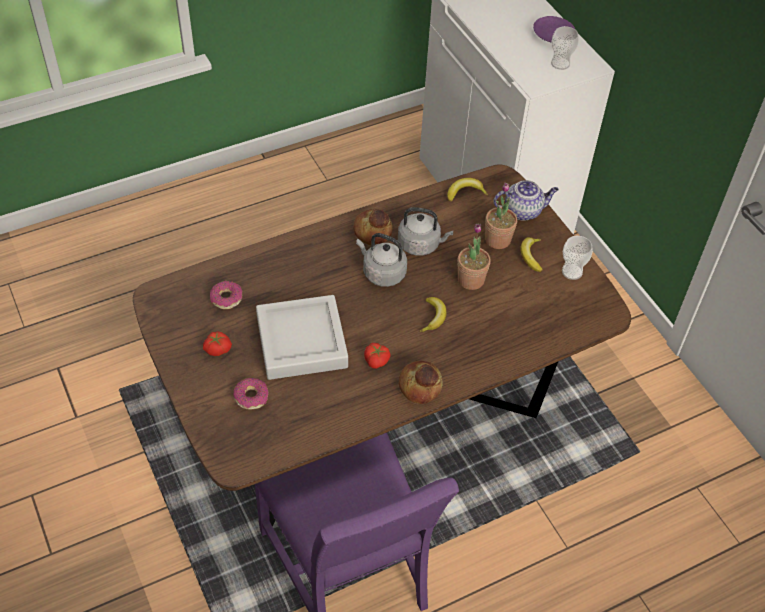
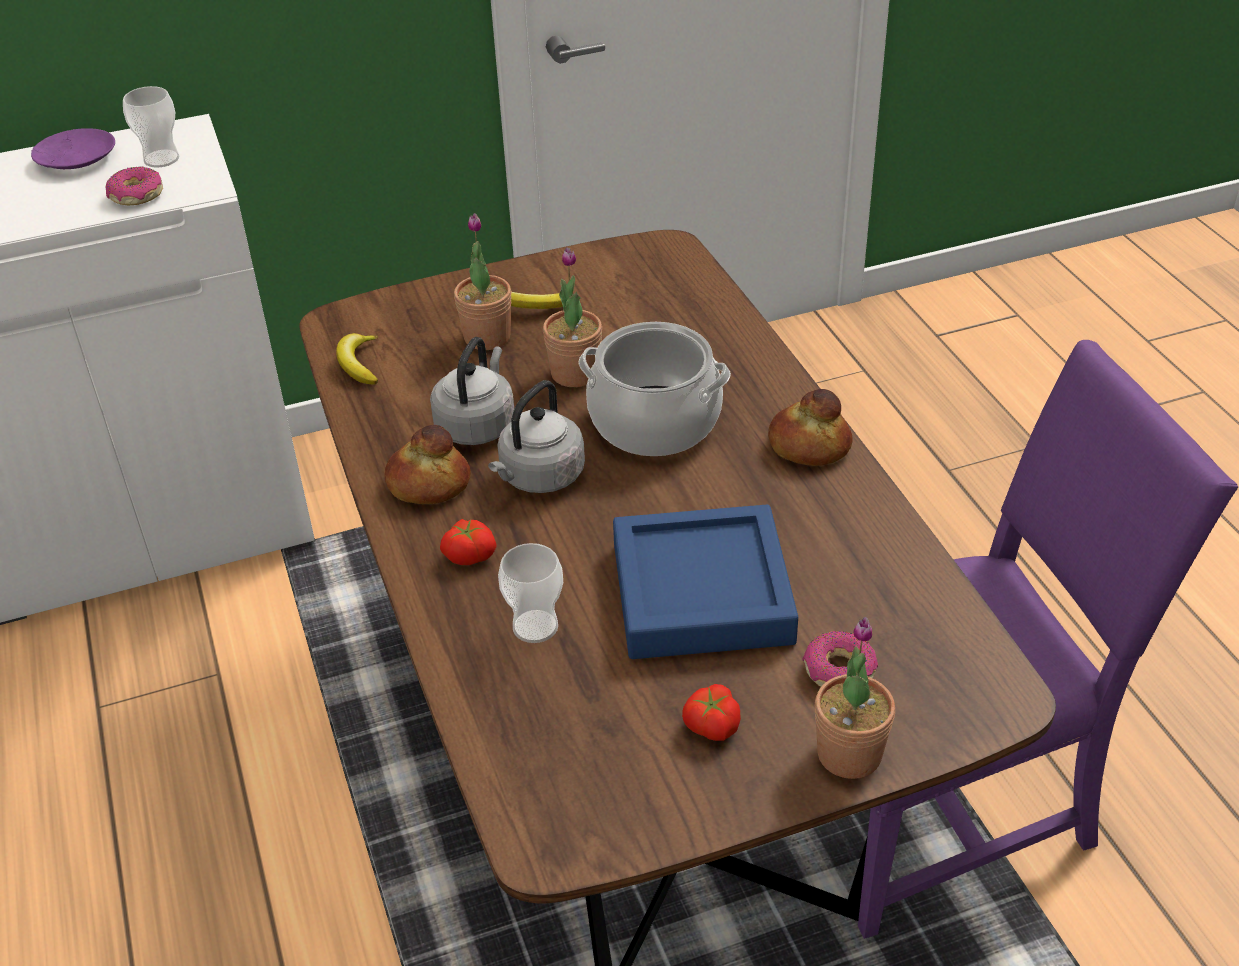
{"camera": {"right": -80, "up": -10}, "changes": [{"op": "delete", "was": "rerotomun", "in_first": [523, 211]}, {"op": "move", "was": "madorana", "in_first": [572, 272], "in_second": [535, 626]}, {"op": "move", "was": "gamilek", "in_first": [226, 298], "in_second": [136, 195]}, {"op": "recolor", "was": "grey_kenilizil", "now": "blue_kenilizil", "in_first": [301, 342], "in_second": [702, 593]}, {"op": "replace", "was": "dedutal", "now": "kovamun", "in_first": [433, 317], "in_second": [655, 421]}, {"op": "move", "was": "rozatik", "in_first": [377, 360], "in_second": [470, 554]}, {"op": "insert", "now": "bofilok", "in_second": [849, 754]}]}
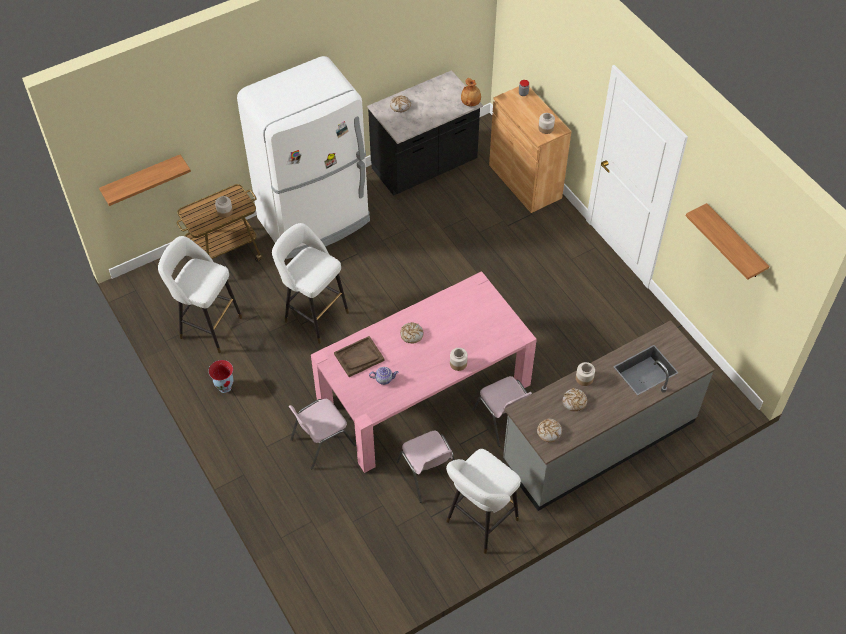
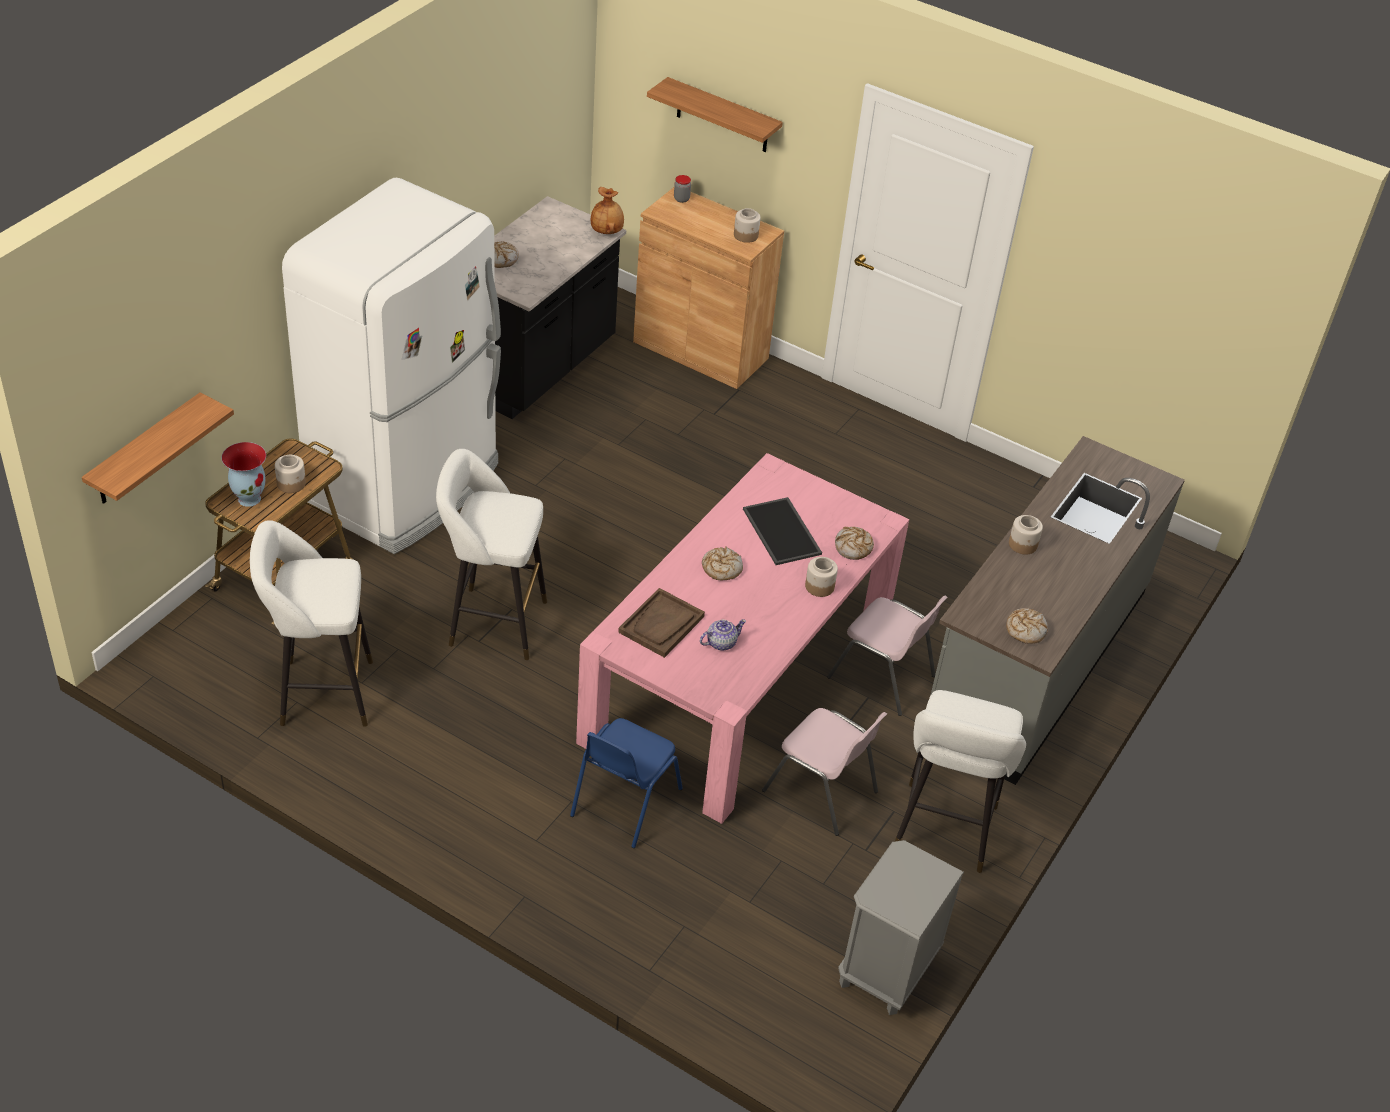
{"camera": {"right": -30, "up": -10}, "changes": [{"op": "move", "was": "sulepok", "in_first": [734, 242], "in_second": [722, 116]}, {"op": "move", "was": "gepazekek", "in_first": [225, 387], "in_second": [249, 498]}, {"op": "move", "was": "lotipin", "in_first": [574, 402], "in_second": [853, 547]}, {"op": "recolor", "was": "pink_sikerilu", "now": "blue_sikerilu", "in_first": [321, 442], "in_second": [624, 802]}, {"op": "insert", "now": "kenilizil", "in_second": [783, 532]}, {"op": "insert", "now": "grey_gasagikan", "in_second": [886, 971]}]}
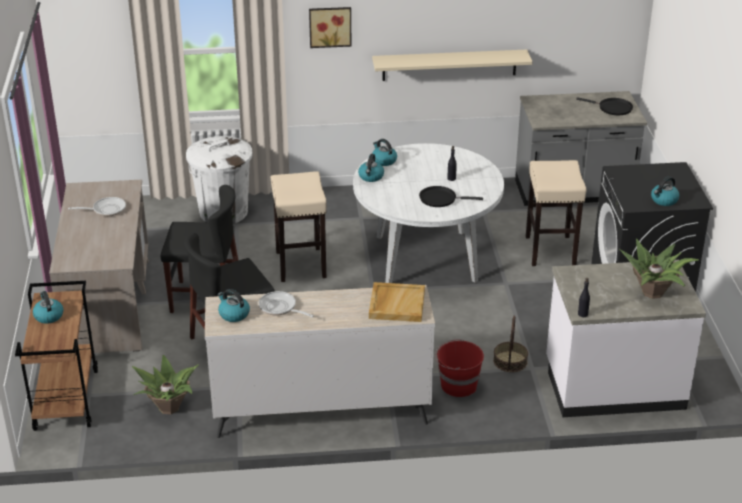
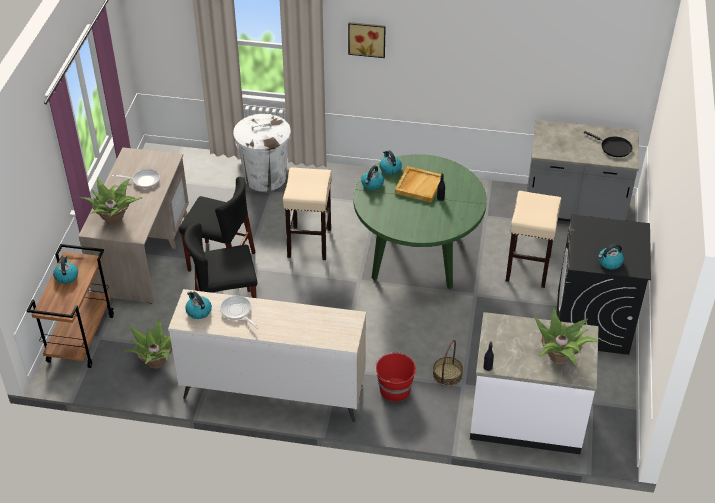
{"camera": {"right": 15, "up": 10}, "changes": [{"op": "delete", "was": "beige_sulepok", "in_first": [449, 65]}, {"op": "recolor", "was": "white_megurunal", "now": "green_megurunal", "in_first": [426, 258], "in_second": [416, 256]}, {"op": "delete", "was": "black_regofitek", "in_first": [440, 199]}, {"op": "move", "was": "beige_kenilizil", "in_first": [396, 304], "in_second": [418, 185]}, {"op": "insert", "now": "bofilok", "in_second": [114, 219]}]}
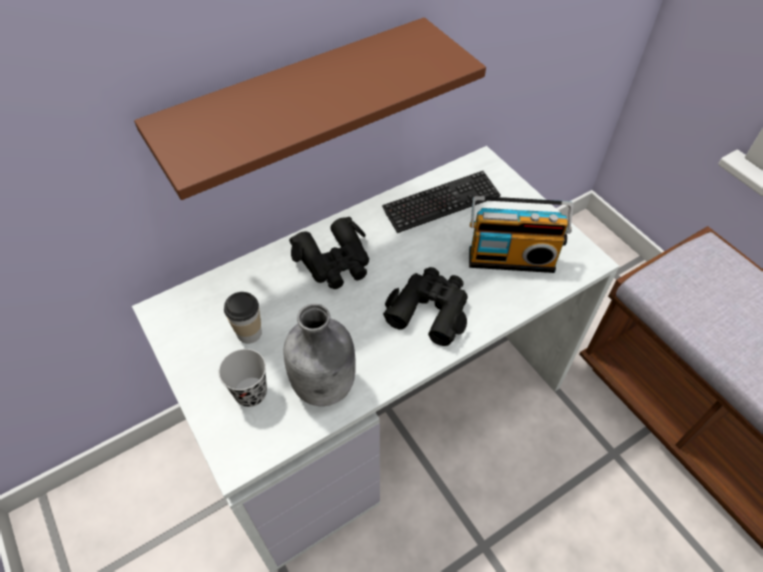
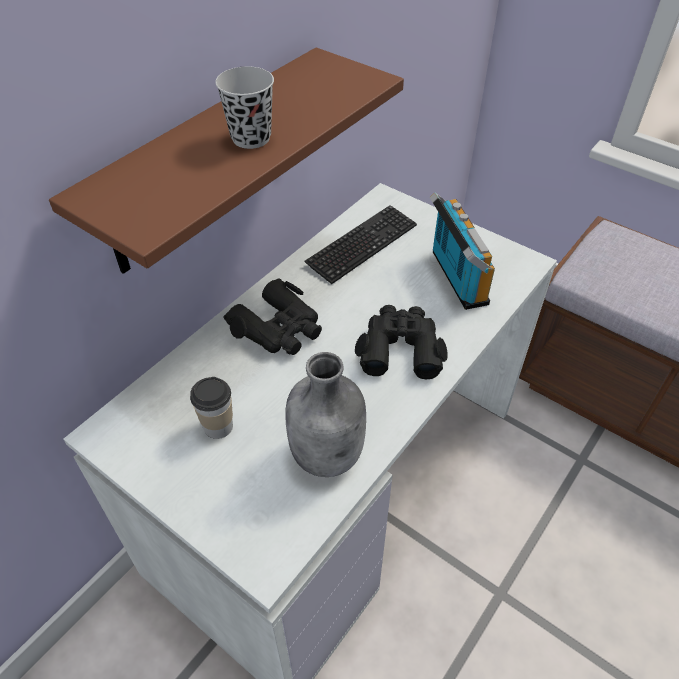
{"camera": {"right": -20, "up": -5}, "changes": [{"op": "rotate", "was": "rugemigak", "in_first": [511, 257], "in_second": [455, 278], "clockwise": -90}, {"op": "move", "was": "black_madorana", "in_first": [251, 393], "in_second": [251, 138]}]}
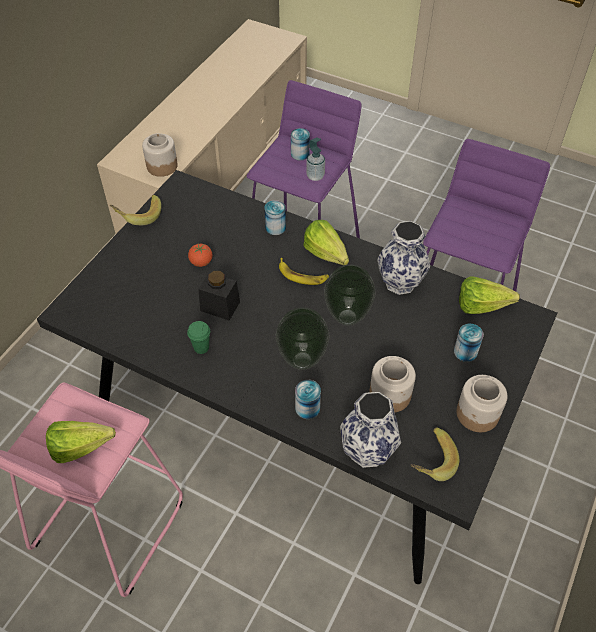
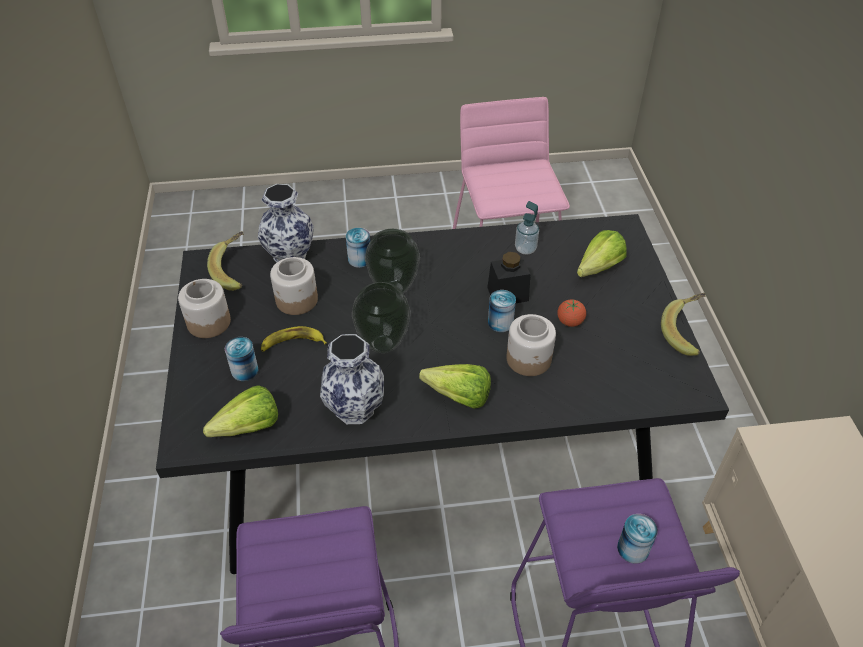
{"camera": {"right": 145, "up": -5}, "changes": [{"op": "move", "was": "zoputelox", "in_first": [162, 166], "in_second": [529, 359]}, {"op": "move", "was": "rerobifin", "in_first": [315, 176], "in_second": [525, 249]}, {"op": "move", "was": "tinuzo", "in_first": [275, 227], "in_second": [500, 322]}, {"op": "move", "was": "dedutal", "in_first": [302, 275], "in_second": [292, 343]}, {"op": "delete", "was": "green_madorana", "in_first": [201, 347]}, {"op": "move", "was": "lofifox", "in_first": [86, 448], "in_second": [594, 270]}]}
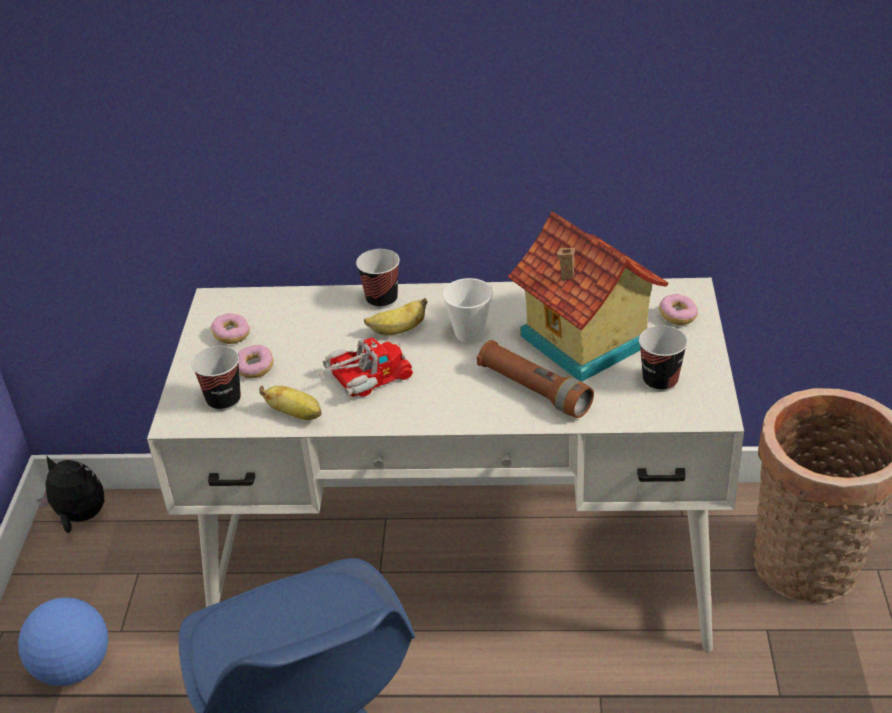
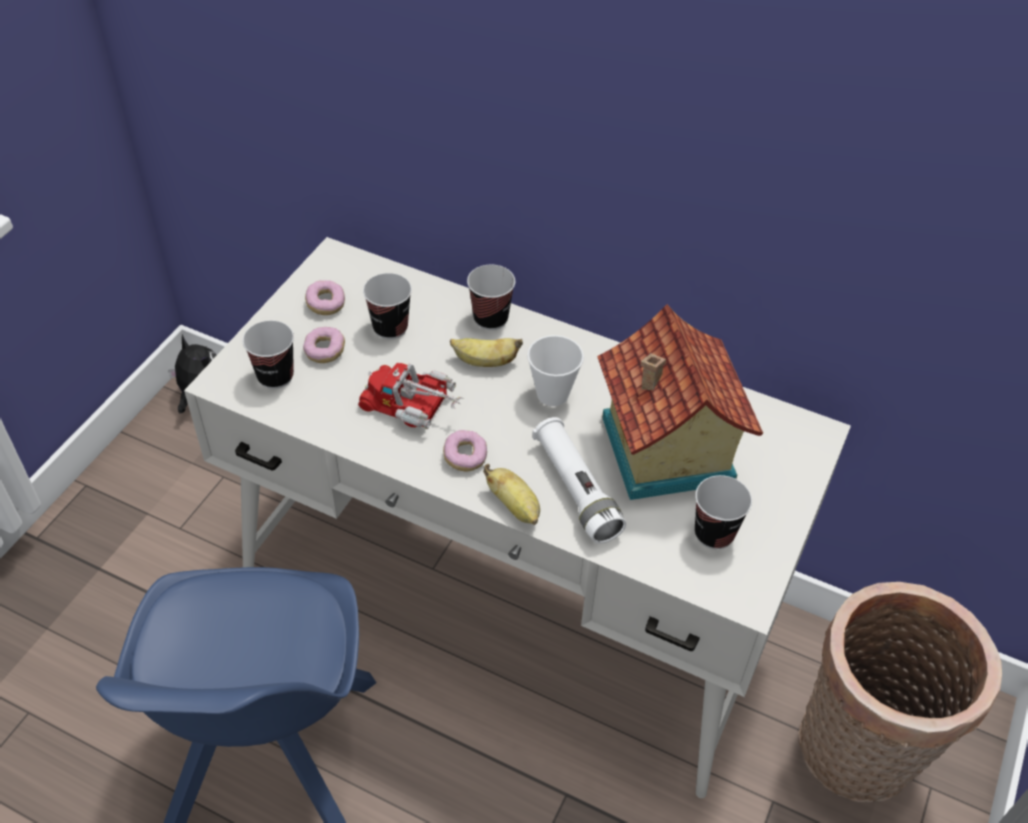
{"camera": {"right": 20, "up": 10}, "changes": [{"op": "move", "was": "gamilek", "in_first": [677, 316], "in_second": [465, 457]}, {"op": "rotate", "was": "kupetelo", "in_first": [362, 380], "in_second": [415, 407], "clockwise": -150}, {"op": "recolor", "was": "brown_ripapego", "now": "white_ripapego", "in_first": [534, 390], "in_second": [576, 490]}, {"op": "move", "was": "dedutal", "in_first": [296, 414], "in_second": [515, 507]}, {"op": "delete", "was": "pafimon", "in_first": [74, 667]}, {"op": "insert", "now": "madorana", "in_second": [390, 328]}]}
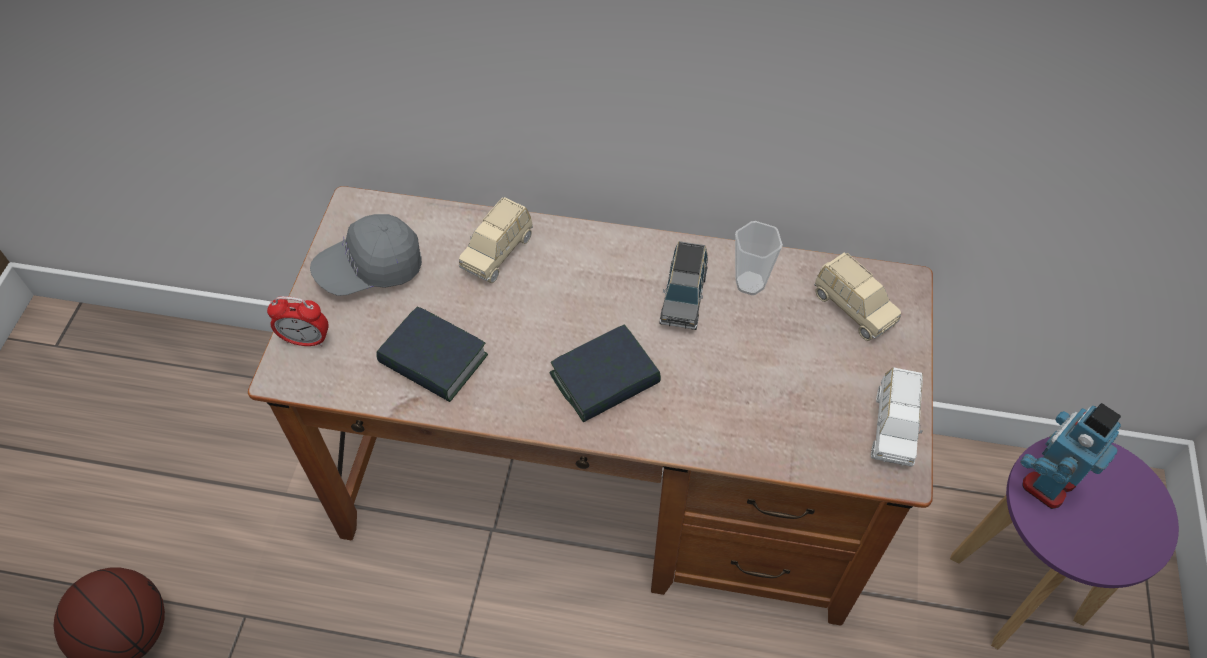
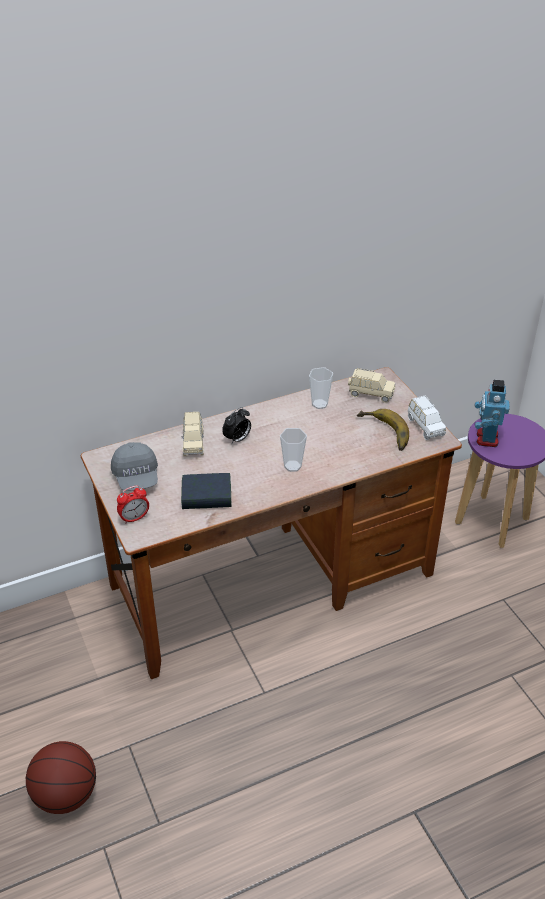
{"camera": {"right": -35, "up": -15}, "changes": [{"op": "rotate", "was": "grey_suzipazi", "in_first": [370, 269], "in_second": [136, 477], "clockwise": -45}, {"op": "delete", "was": "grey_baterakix", "in_first": [683, 298]}, {"op": "replace", "was": "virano", "now": "madorana", "in_first": [605, 380], "in_second": [292, 466]}, {"op": "insert", "now": "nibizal", "in_second": [237, 439]}, {"op": "insert", "now": "dedutal", "in_second": [383, 433]}]}
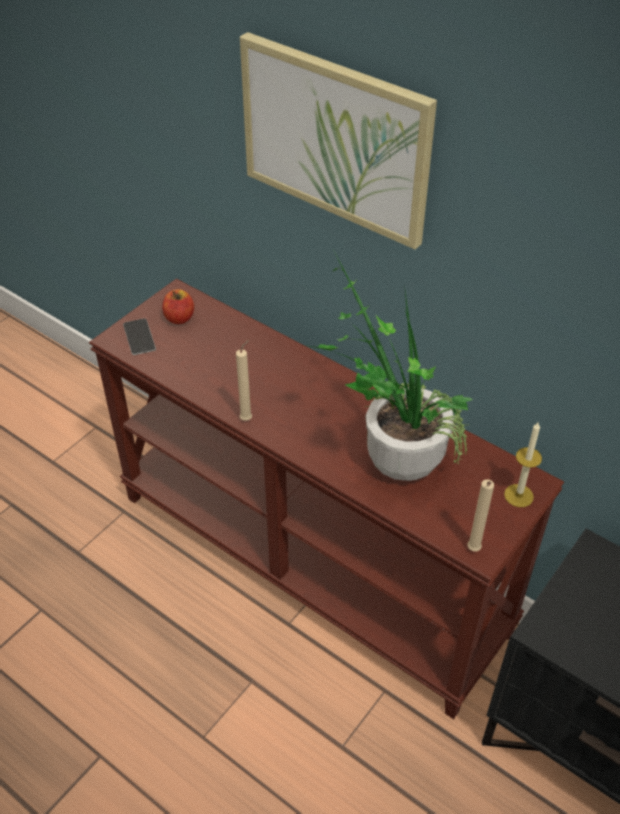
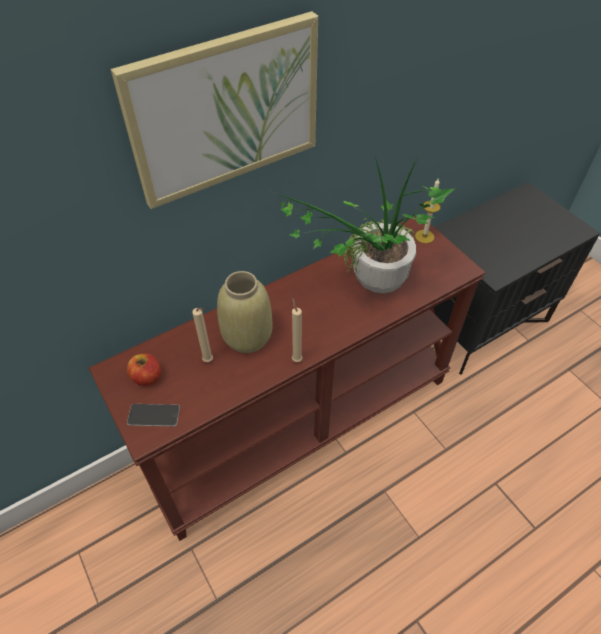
{"camera": {"right": -70, "up": 5}, "changes": [{"op": "move", "was": "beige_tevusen", "in_first": [473, 551], "in_second": [209, 361]}, {"op": "insert", "now": "beige_gepazekek", "in_second": [246, 336]}]}
